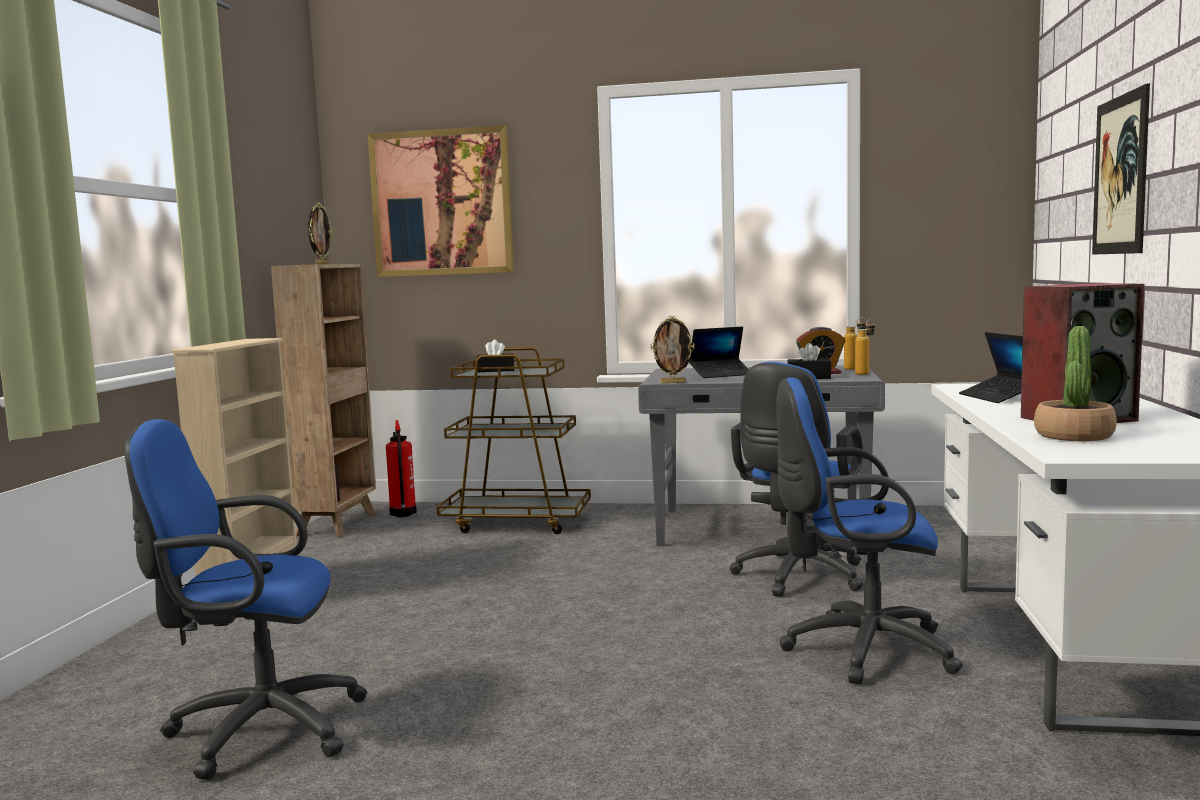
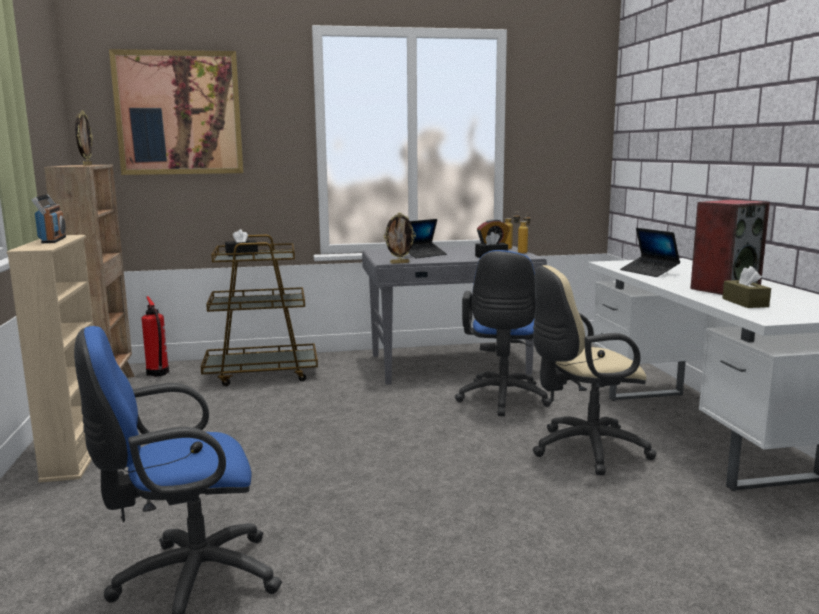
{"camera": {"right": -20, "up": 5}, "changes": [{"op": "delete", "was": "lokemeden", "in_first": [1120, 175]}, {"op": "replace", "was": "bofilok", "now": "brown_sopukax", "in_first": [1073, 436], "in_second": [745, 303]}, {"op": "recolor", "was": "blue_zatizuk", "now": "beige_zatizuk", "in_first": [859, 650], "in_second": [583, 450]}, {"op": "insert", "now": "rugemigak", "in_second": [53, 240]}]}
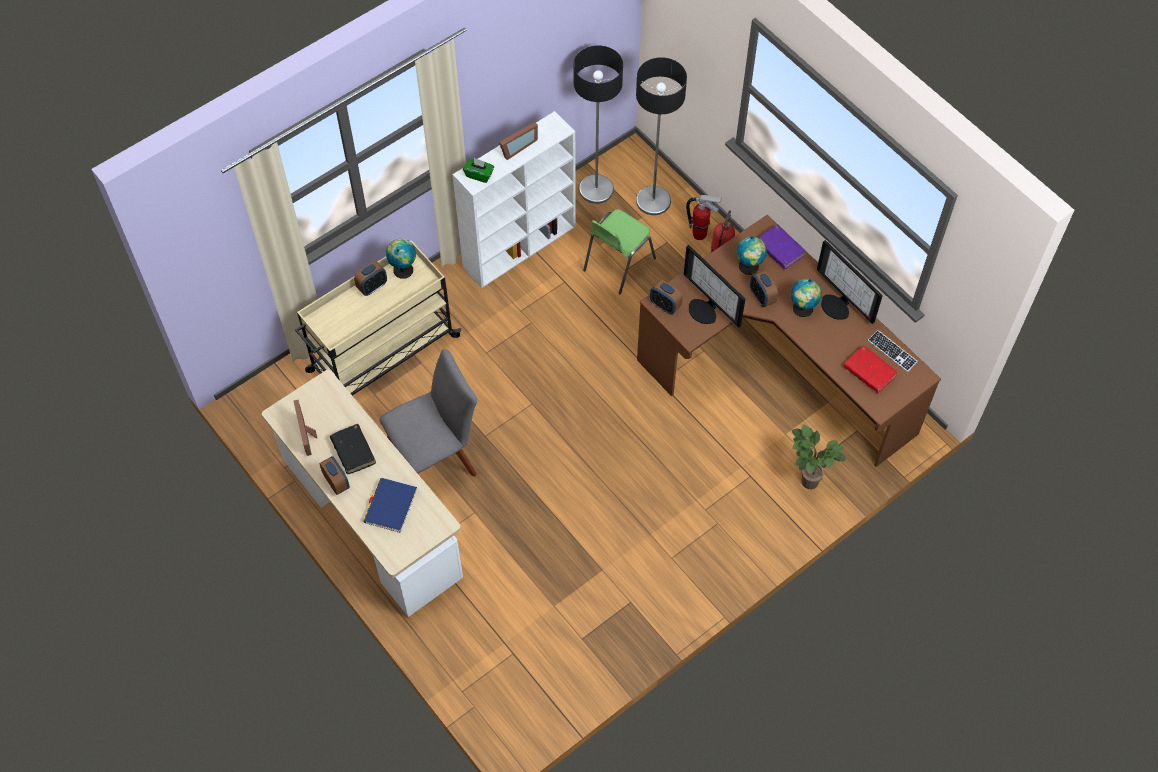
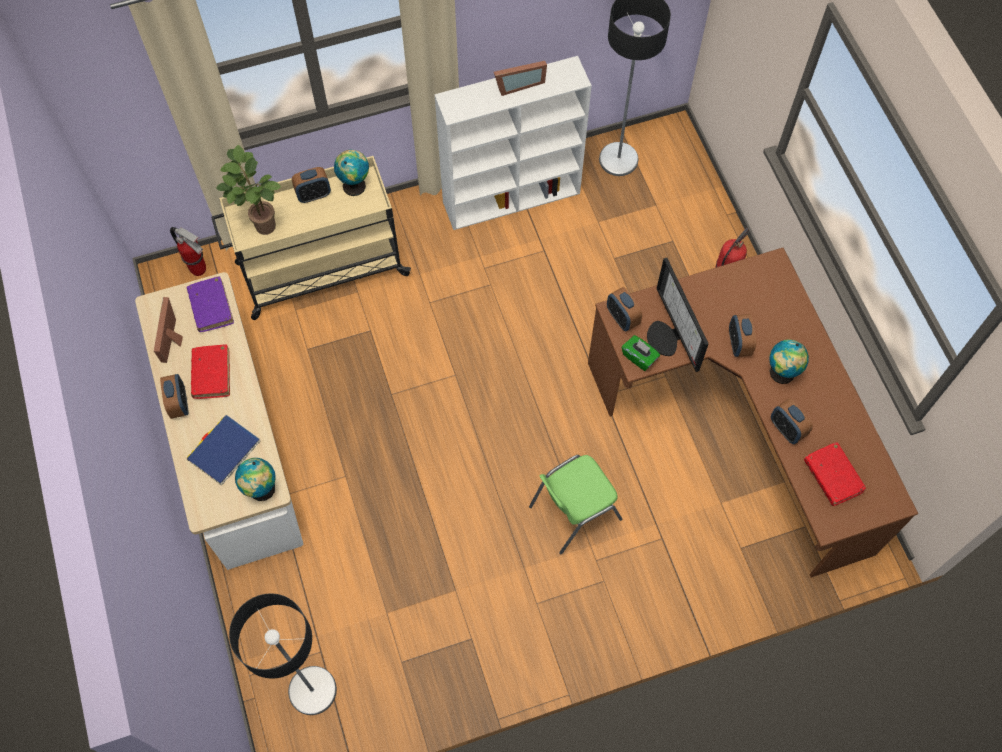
{"camera": {"right": 20, "up": 5}, "changes": [{"op": "move", "was": "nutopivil", "in_first": [653, 201], "in_second": [312, 690]}, {"op": "move", "was": "green_sopukax", "in_first": [479, 175], "in_second": [639, 357]}, {"op": "move", "was": "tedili", "in_first": [700, 235], "in_second": [199, 270]}, {"op": "move", "was": "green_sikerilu", "in_first": [618, 264], "in_second": [573, 512]}, {"op": "move", "was": "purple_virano", "in_first": [780, 250], "in_second": [211, 307]}, {"op": "move", "was": "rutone", "in_first": [749, 267], "in_second": [262, 490]}, {"op": "delete", "was": "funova", "in_first": [838, 305]}, {"op": "delete", "was": "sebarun", "in_first": [892, 351]}, {"op": "delete", "was": "grey_sikerilu", "in_first": [435, 459]}, {"op": "recolor", "was": "black_virano", "now": "red_virano", "in_first": [353, 452], "in_second": [211, 374]}, {"op": "move", "was": "bofilok", "in_first": [806, 482], "in_second": [261, 225]}, {"op": "insert", "now": "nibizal", "in_second": [786, 429]}]}
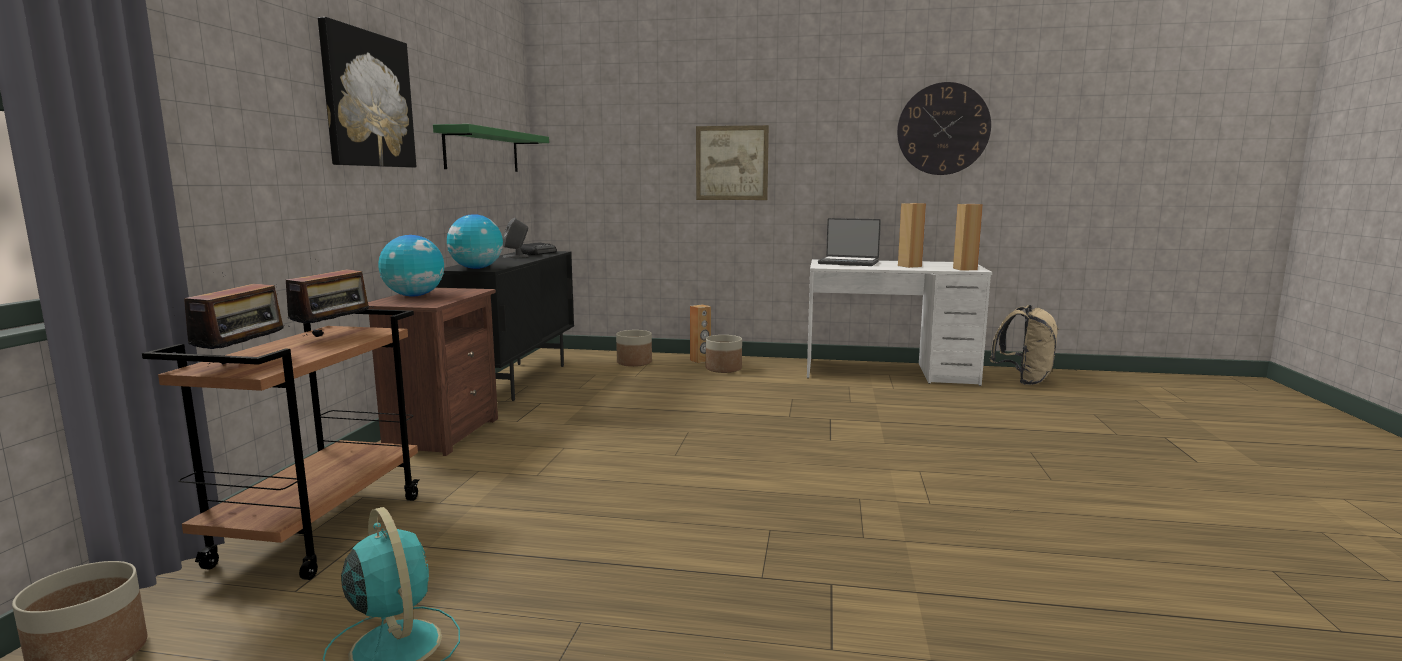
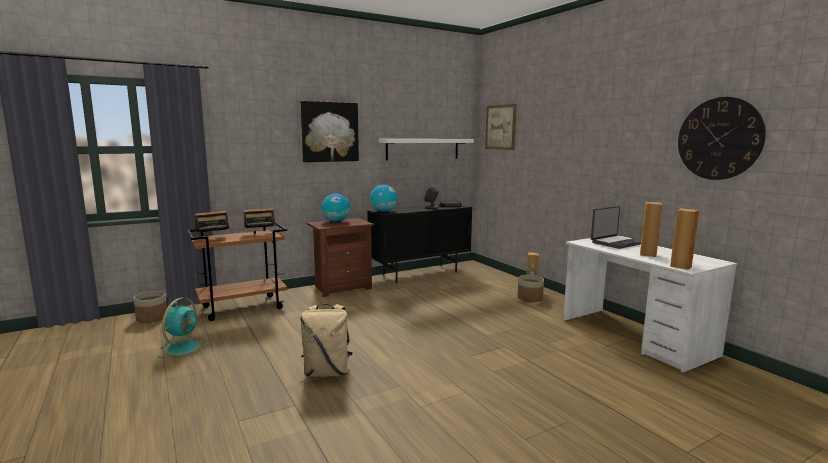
{"camera": {"right": 50, "up": 0}, "changes": [{"op": "recolor", "was": "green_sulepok", "now": "white_sulepok", "in_first": [482, 151], "in_second": [423, 149]}, {"op": "move", "was": "lokemeden", "in_first": [732, 163], "in_second": [500, 127]}, {"op": "rotate", "was": "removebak", "in_first": [848, 263], "in_second": [616, 243], "clockwise": -105}, {"op": "move", "was": "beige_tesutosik", "in_first": [1024, 381], "in_second": [327, 372]}, {"op": "delete", "was": "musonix", "in_first": [634, 362]}]}
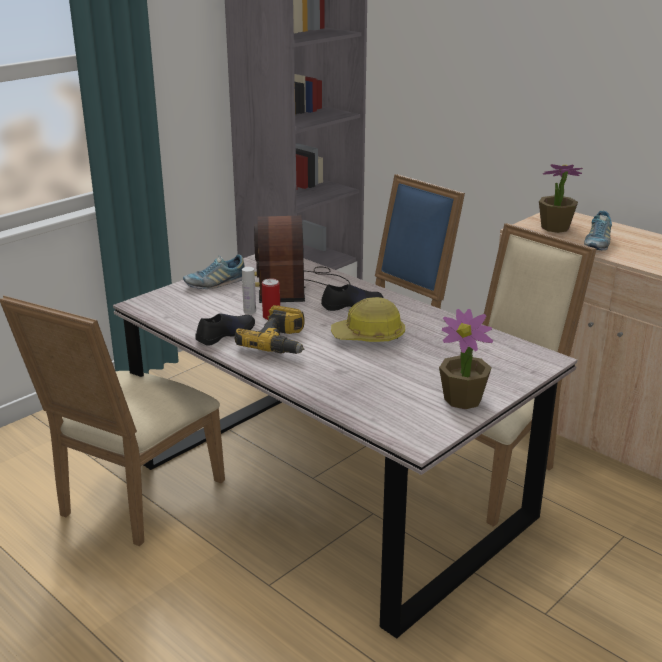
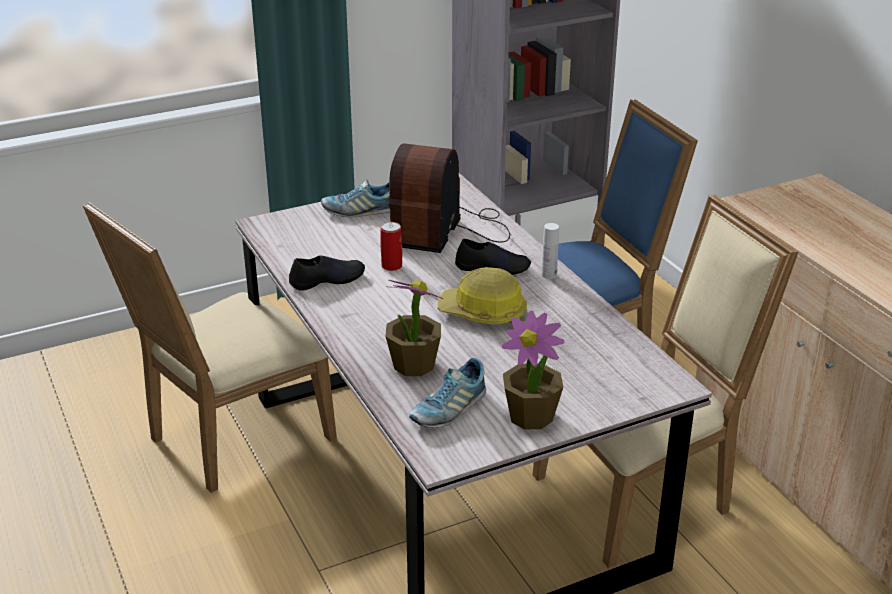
{"camera": {"right": 20, "up": 5}, "changes": [{"op": "move", "was": "bofilok", "in_first": [555, 227], "in_second": [413, 365]}, {"op": "move", "was": "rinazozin", "in_first": [597, 244], "in_second": [448, 409]}, {"op": "move", "was": "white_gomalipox", "in_first": [249, 311], "in_second": [549, 275]}, {"op": "delete", "was": "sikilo", "in_first": [280, 343]}]}
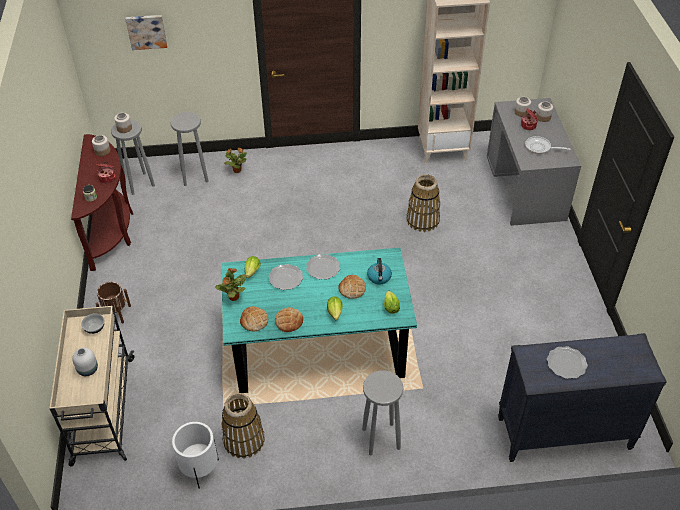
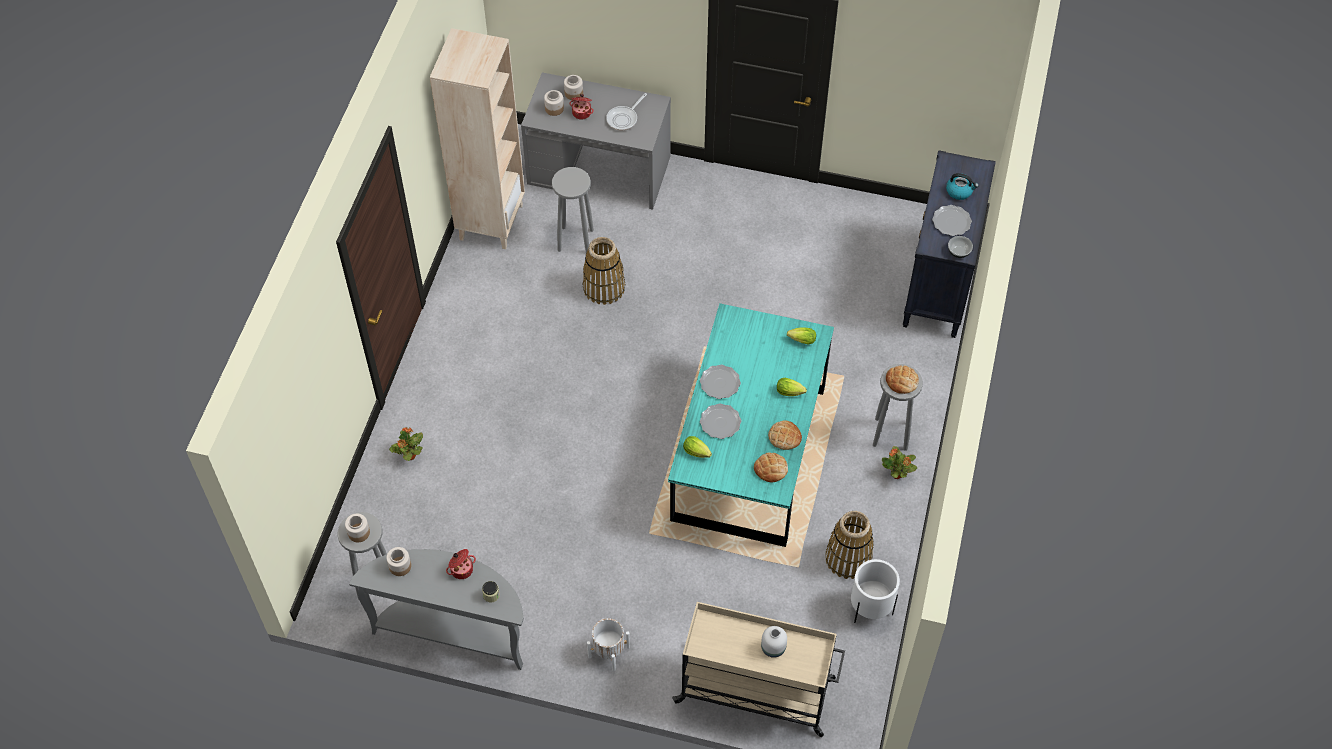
{"camera": {"right": -70, "up": 10}, "changes": [{"op": "delete", "was": "lokemeden", "in_first": [146, 31]}, {"op": "move", "was": "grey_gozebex", "in_first": [194, 176], "in_second": [575, 240]}, {"op": "recolor", "was": "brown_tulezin", "now": "grey_tulezin", "in_first": [111, 230], "in_second": [453, 631]}, {"op": "move", "was": "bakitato", "in_first": [379, 277], "in_second": [959, 191]}, {"op": "move", "was": "bofilok", "in_first": [233, 297], "in_second": [897, 474]}, {"op": "move", "was": "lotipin", "in_first": [352, 289], "in_second": [902, 381]}, {"op": "recolor", "was": "brown_musonix", "now": "white_musonix", "in_first": [116, 312], "in_second": [608, 651]}, {"op": "move", "was": "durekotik", "in_first": [95, 328], "in_second": [958, 251]}]}
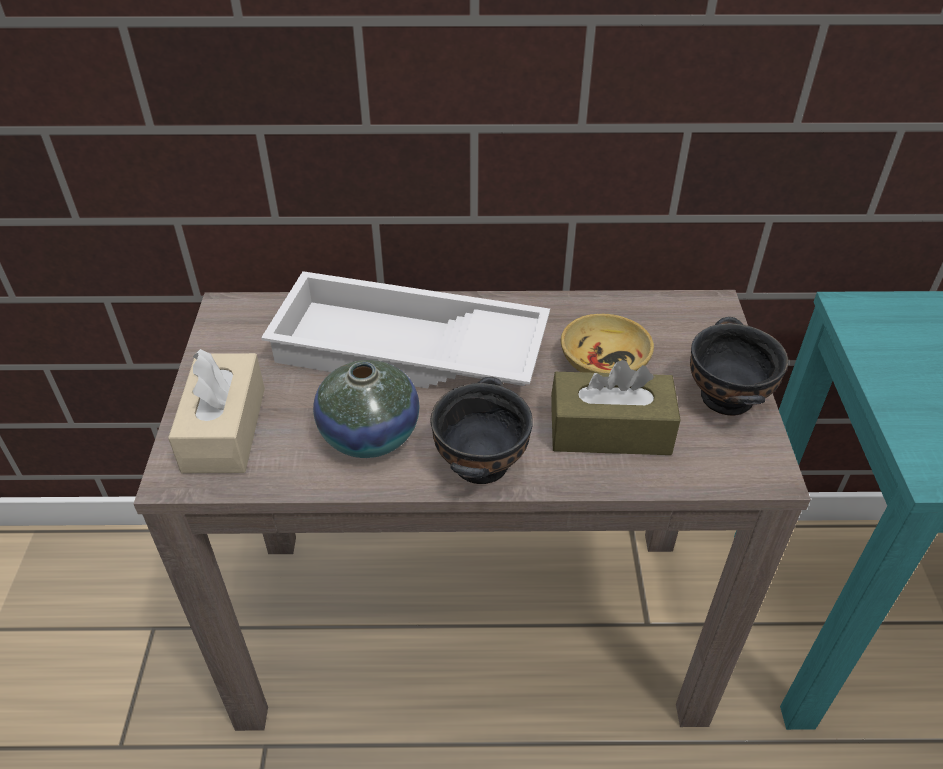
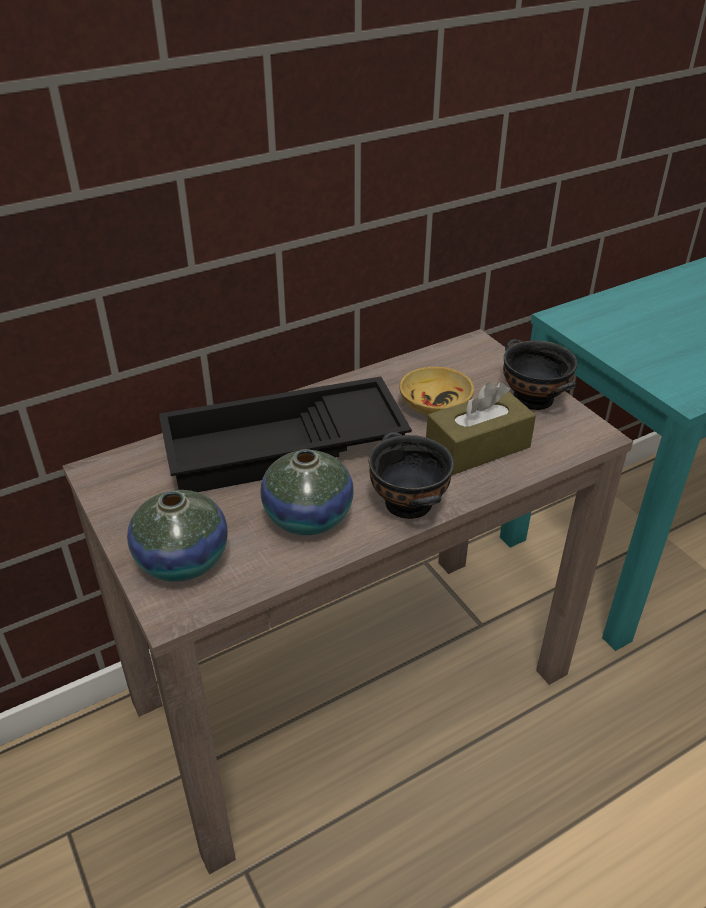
{"camera": {"right": -30, "up": -5}, "changes": [{"op": "recolor", "was": "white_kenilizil", "now": "black_kenilizil", "in_first": [406, 352], "in_second": [283, 449]}, {"op": "replace", "was": "beige_sopukax", "now": "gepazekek", "in_first": [224, 429], "in_second": [182, 560]}]}
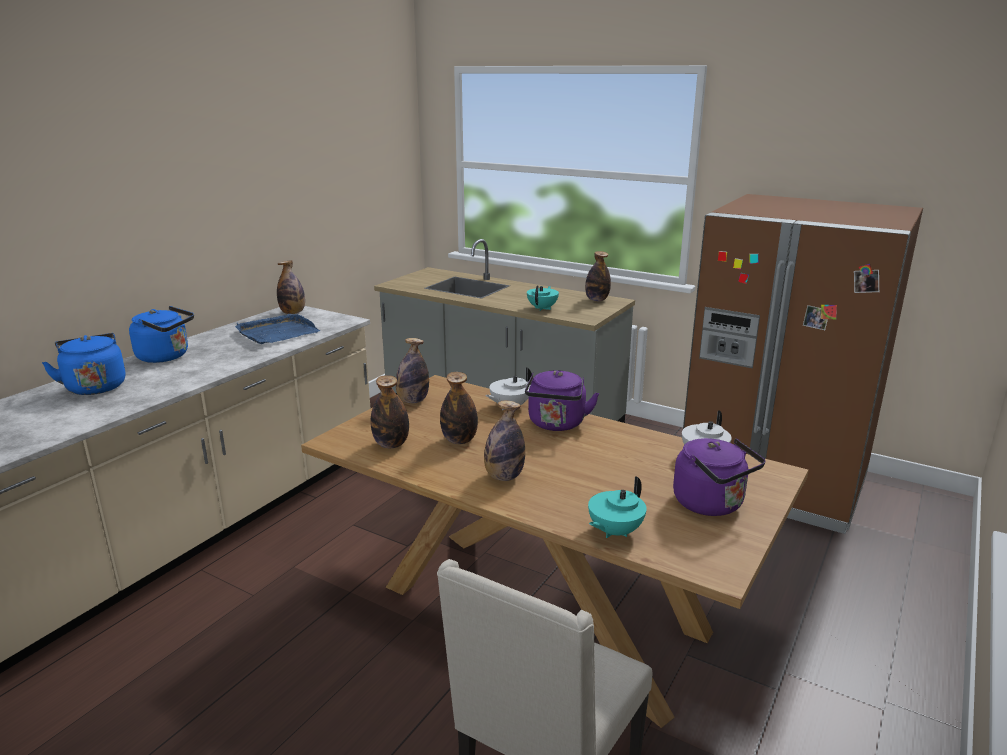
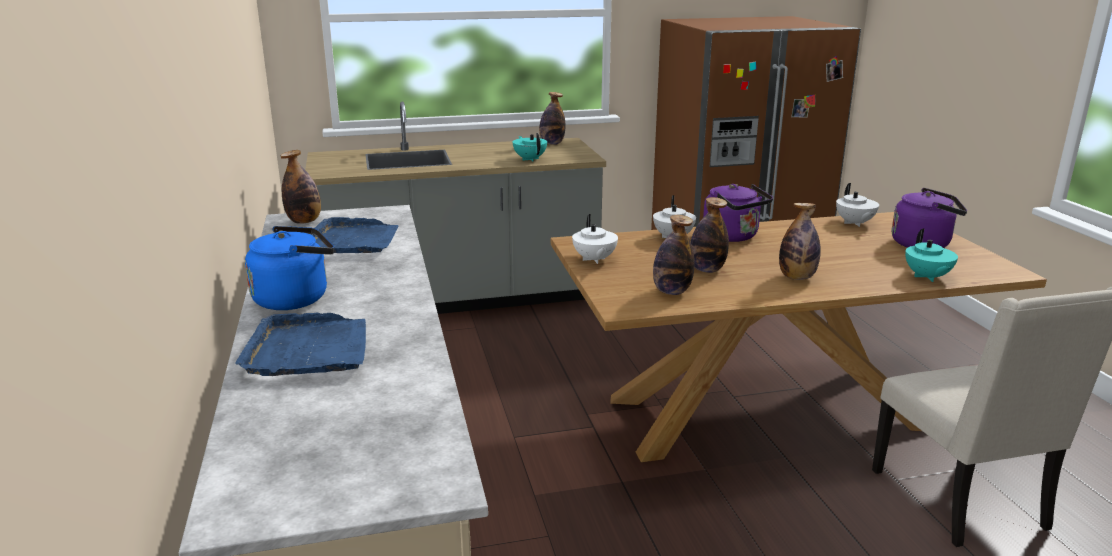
{"camera": {"right": -45, "up": 0}, "changes": [{"op": "replace", "was": "blue_bakitato", "now": "blue_kenilizil", "in_first": [95, 386], "in_second": [308, 350]}, {"op": "replace", "was": "gomalipox", "now": "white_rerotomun", "in_first": [412, 401], "in_second": [594, 260]}]}
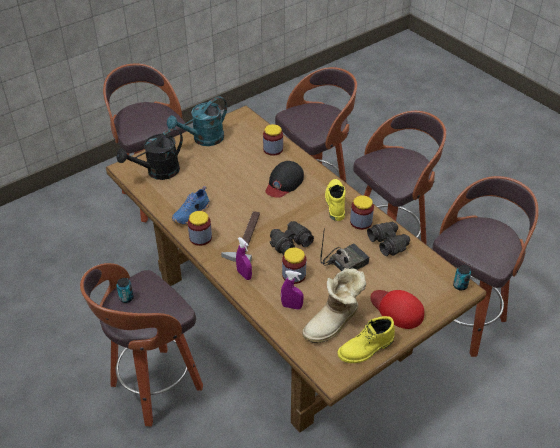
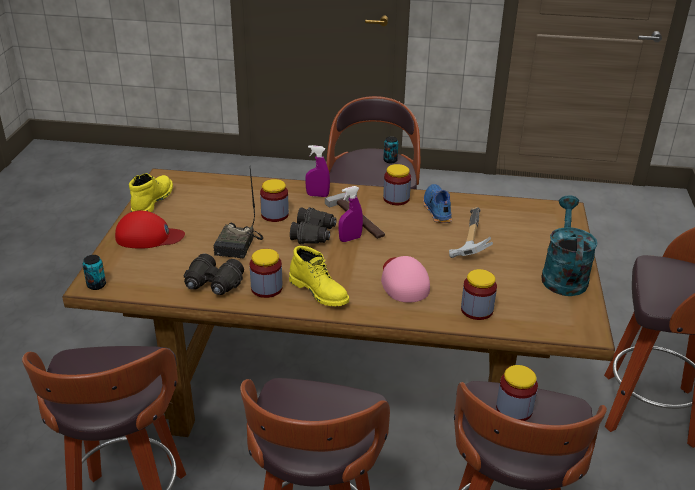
{"camera": {"right": 135, "up": -10}, "changes": [{"op": "delete", "was": "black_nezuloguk", "in_first": [157, 172]}, {"op": "recolor", "was": "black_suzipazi", "now": "pink_suzipazi", "in_first": [284, 182], "in_second": [403, 281]}, {"op": "delete", "was": "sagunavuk", "in_first": [334, 323]}, {"op": "move", "was": "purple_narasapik", "in_first": [291, 306], "in_second": [350, 239]}, {"op": "insert", "now": "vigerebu", "in_second": [467, 239]}, {"op": "insert", "now": "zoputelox", "in_second": [514, 409]}]}
